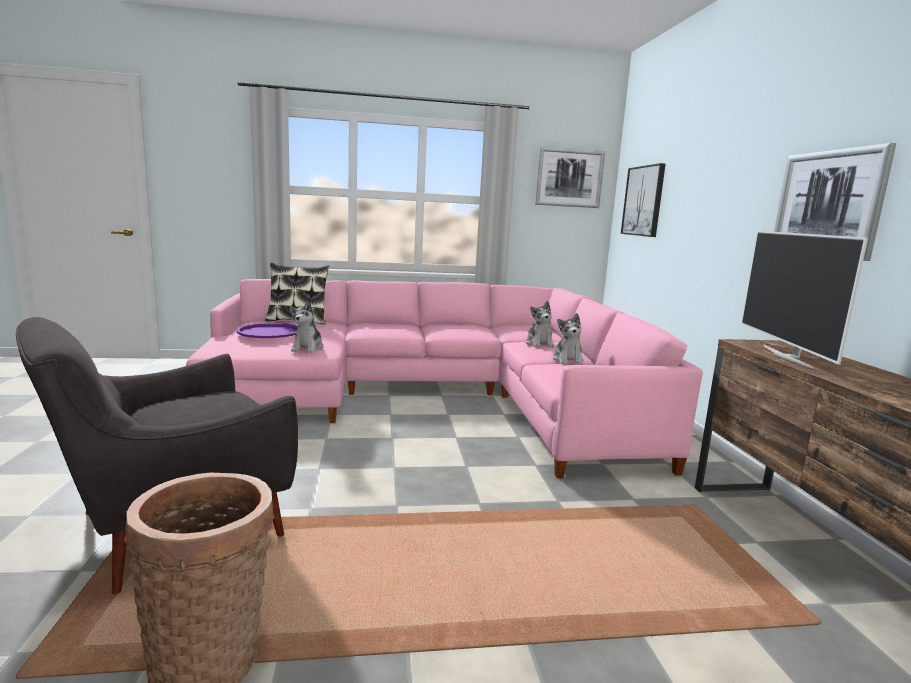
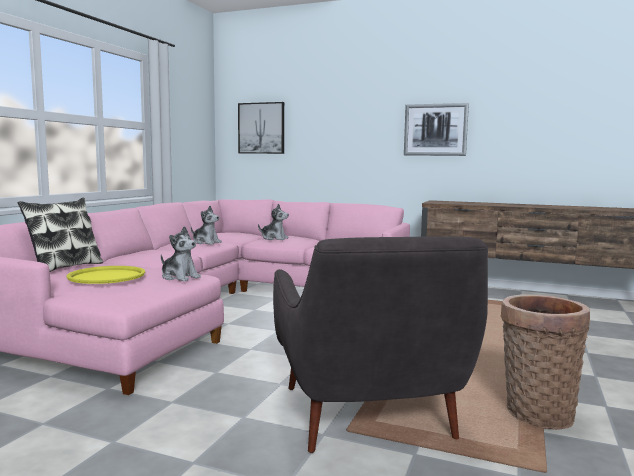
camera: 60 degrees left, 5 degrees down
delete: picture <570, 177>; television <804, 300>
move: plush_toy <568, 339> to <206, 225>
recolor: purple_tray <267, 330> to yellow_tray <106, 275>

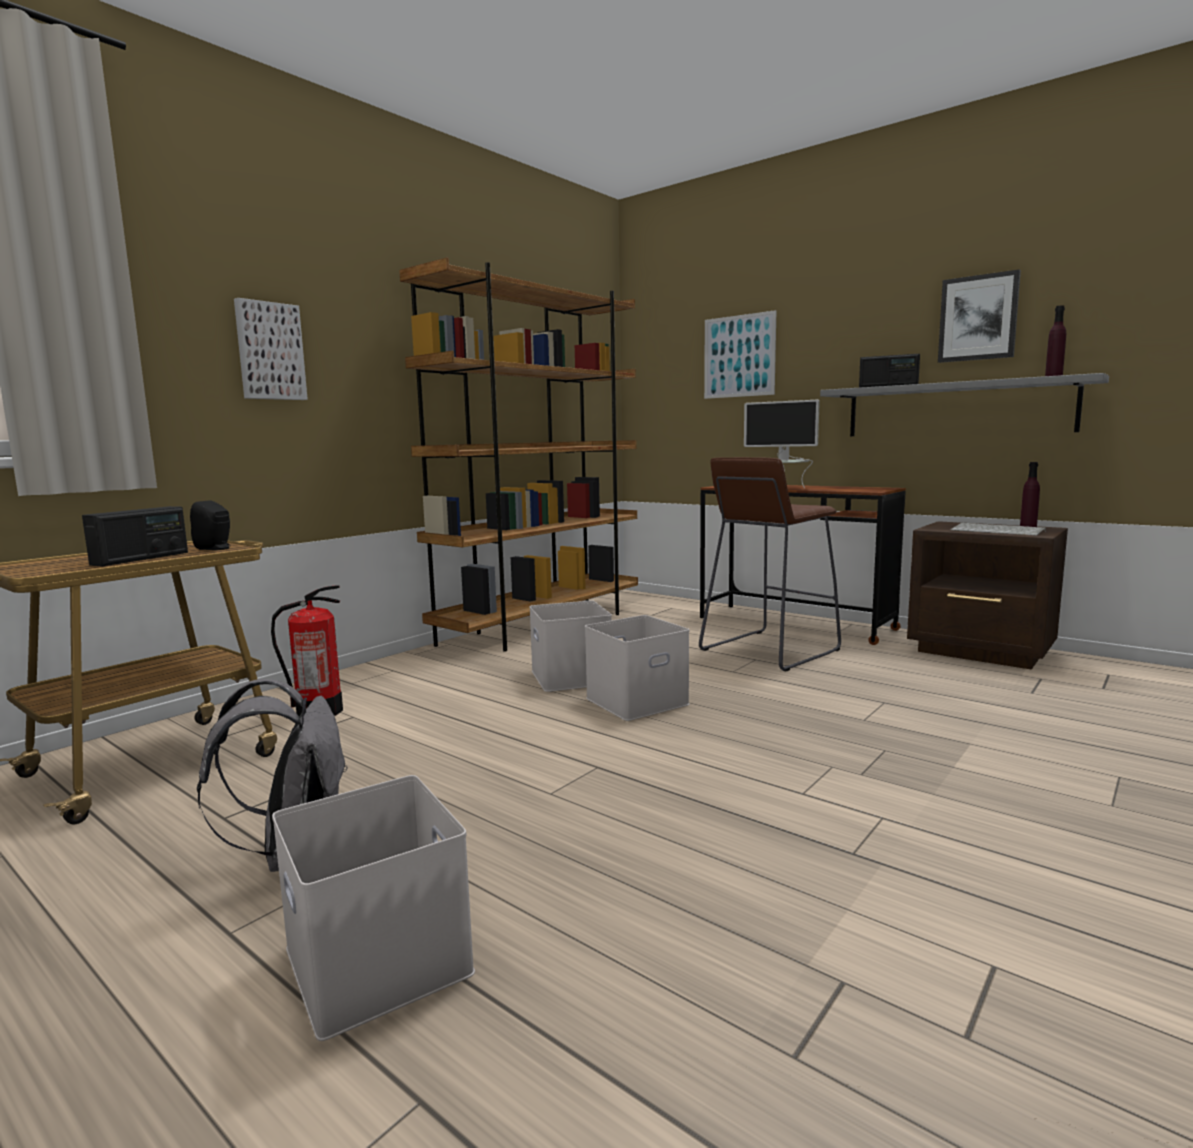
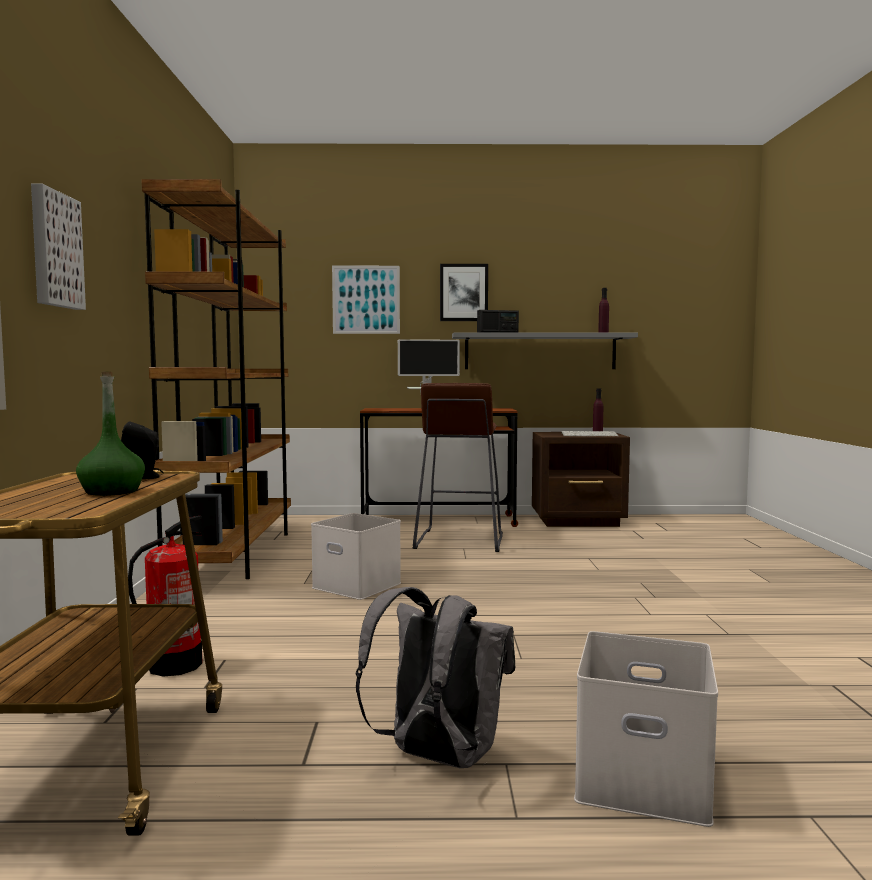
camera: 40 degrees left, 5 degrees down
delete: white_storage_box <637, 668>
move: picture <979, 316> to <464, 292>
replace: radio <135, 536> to green_bottle <110, 433>

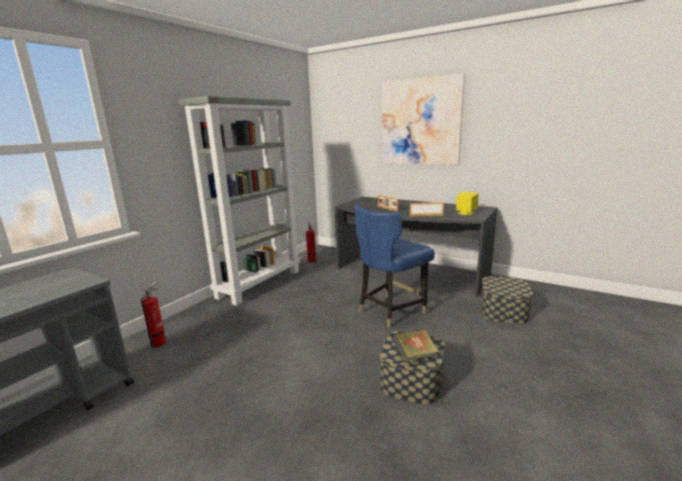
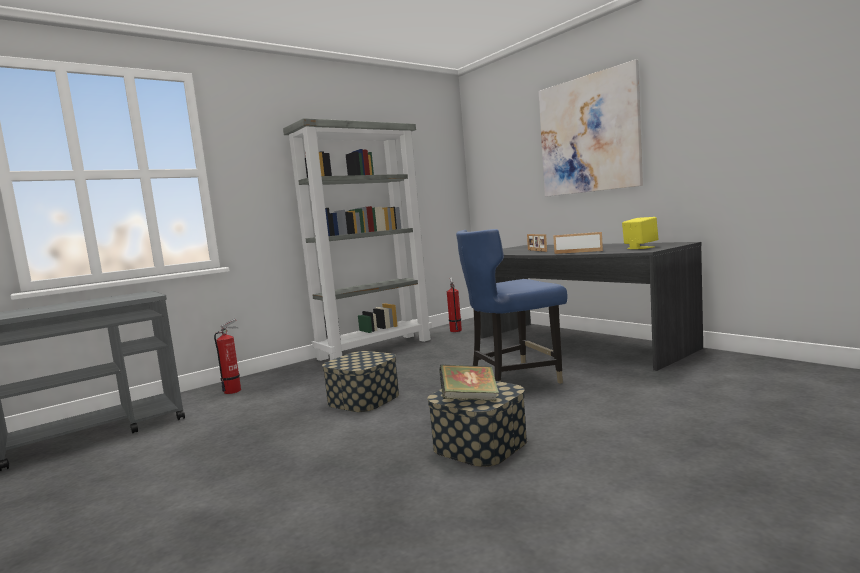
camera: 20 degrees right, 10 degrees down
move: storage_box <506, 300> to <360, 381>

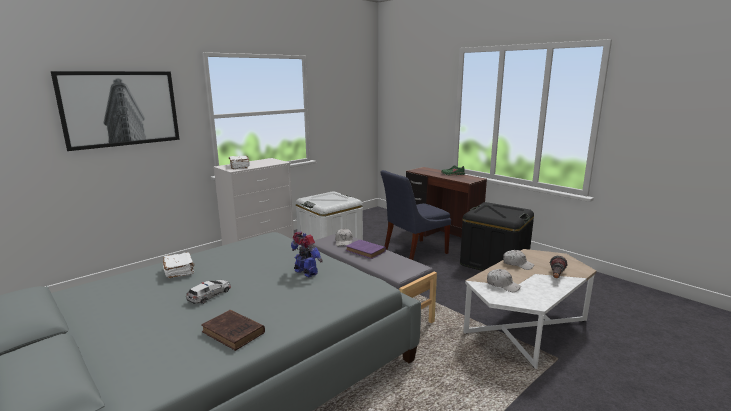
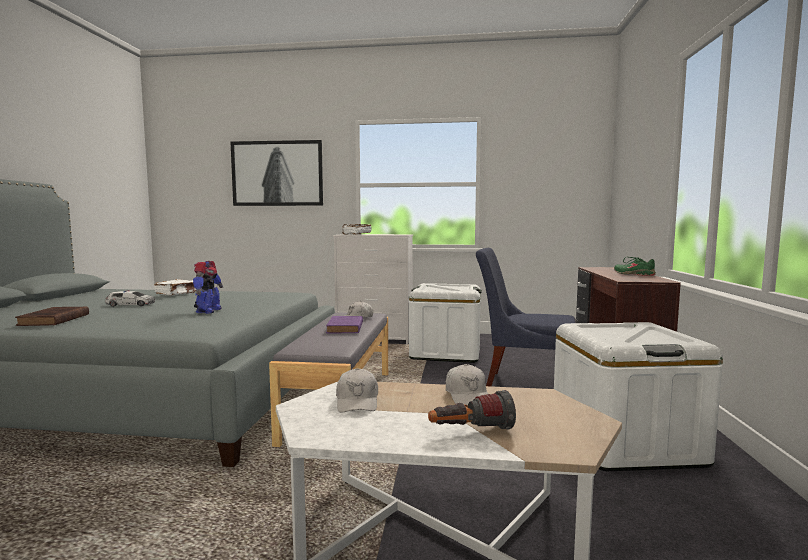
camera: 50 degrees right, 10 degrees down
recolor: black_storage_box <497, 236> to white_storage_box <638, 396>

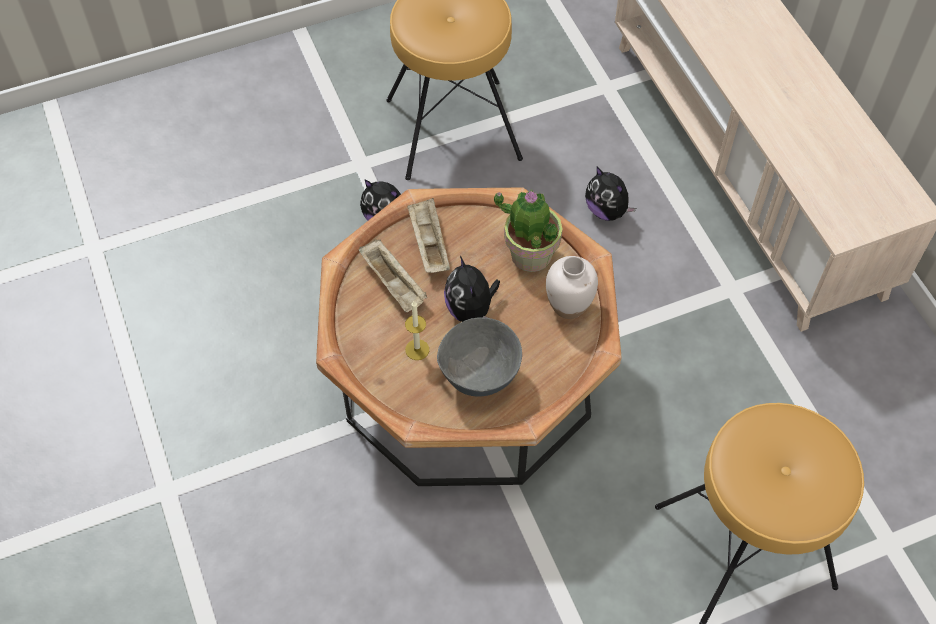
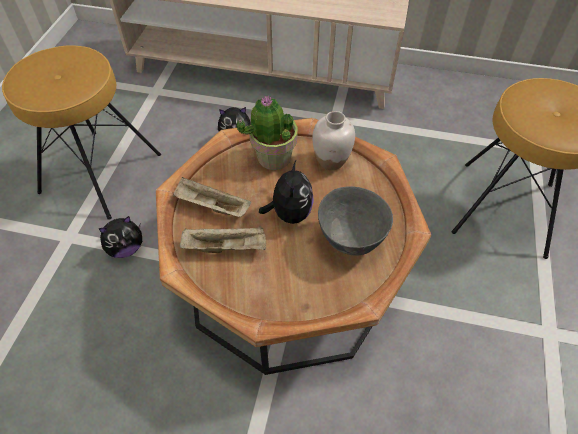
camera: 55 degrees left, 5 degrees down
delete: candle <417, 330>
rotate: plush_toy <472, 289> = <286, 192> 105 degrees counterclockwise

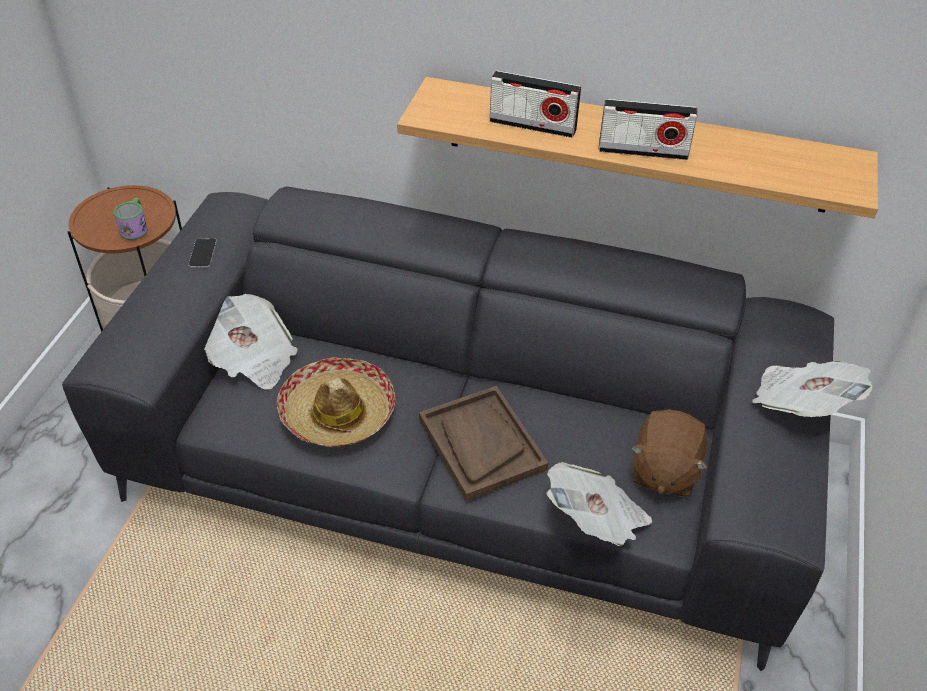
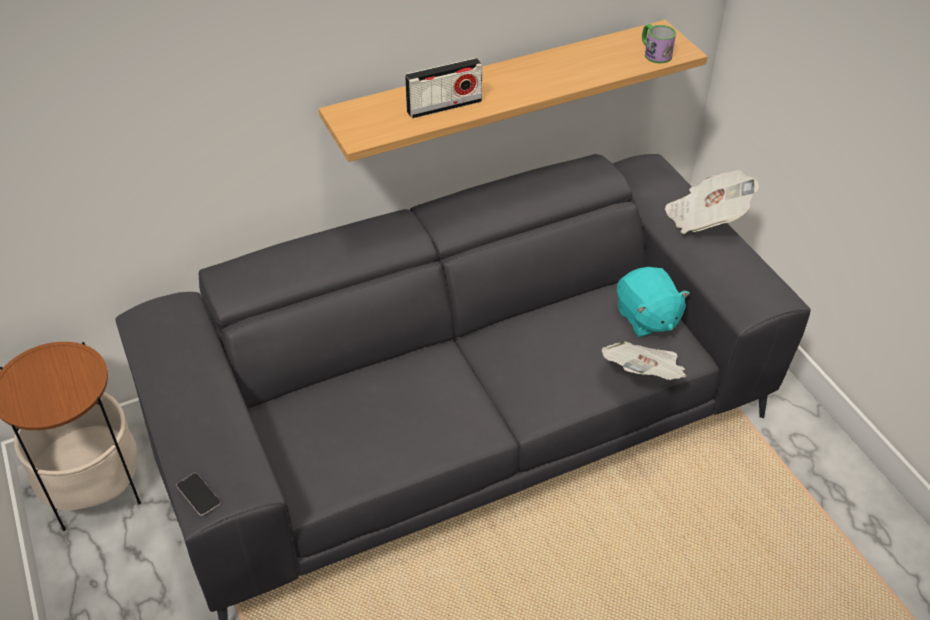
camera: 40 degrees left, 0 degrees up
delete: newspaper <251, 342>; hat <336, 402>; brown_tray <483, 443>; radio <648, 129>
move: mug <131, 219> to <659, 43>; phone <203, 253> to <199, 494>
recolor: brown_plush_toy <669, 453> to turquoise_plush_toy <653, 302>

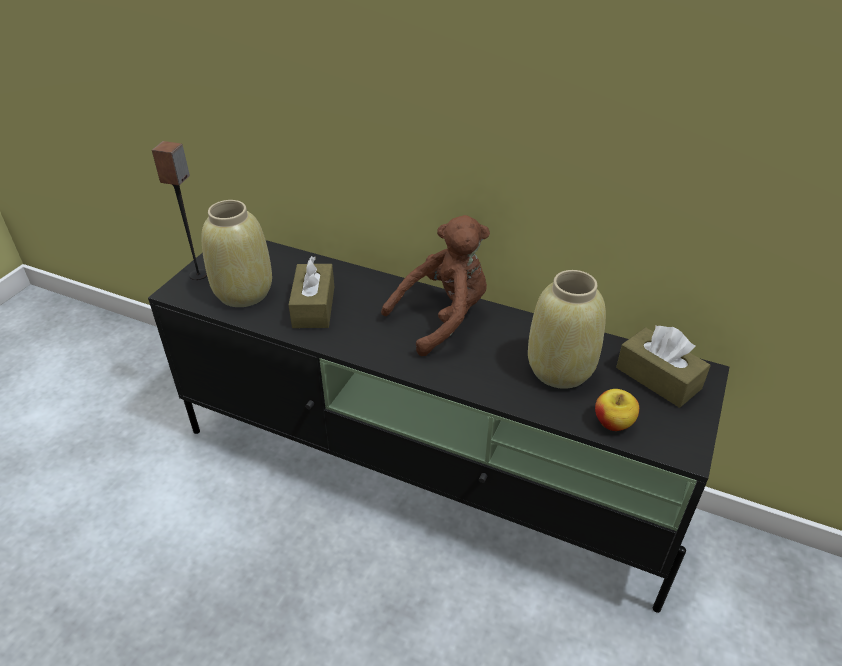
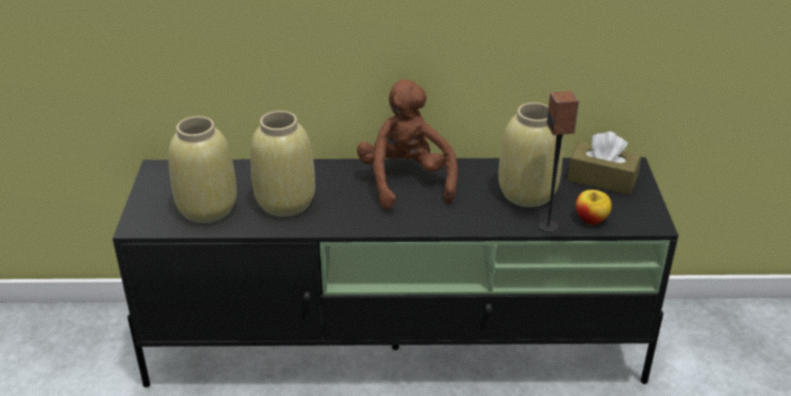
camera: 25 degrees left, 5 degrees down
move: speaker <179, 210> to <559, 162>
replace: brown_tissue_box <311, 292> to beige_vase <282, 164>
rotate: brown_plush_toy <435, 285> = <407, 144> 45 degrees counterclockwise

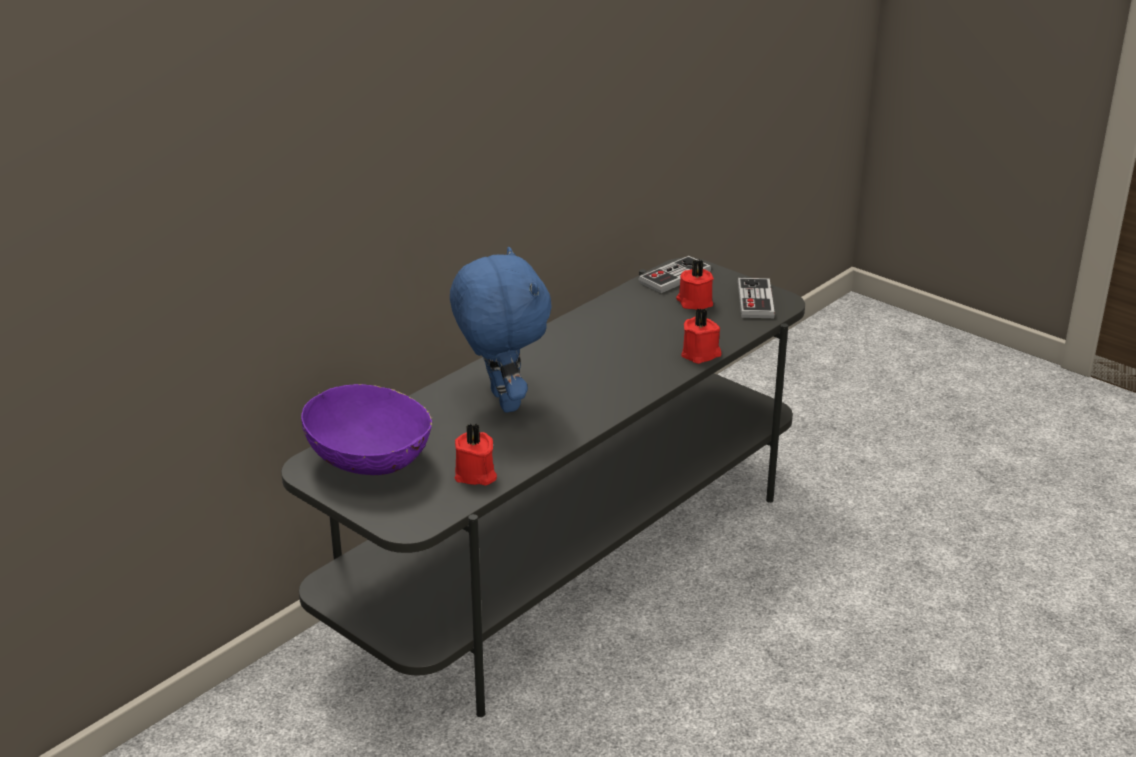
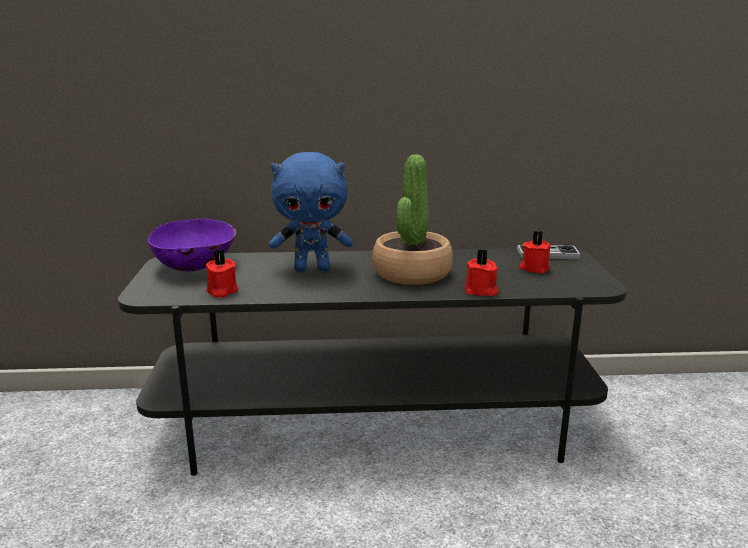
camera: 45 degrees right, 10 degrees down
delete: game_controller <756, 298>
insert: potted_plant <412, 220>
rotate: blue_plush_toy <501, 330> = <311, 212> 60 degrees clockwise

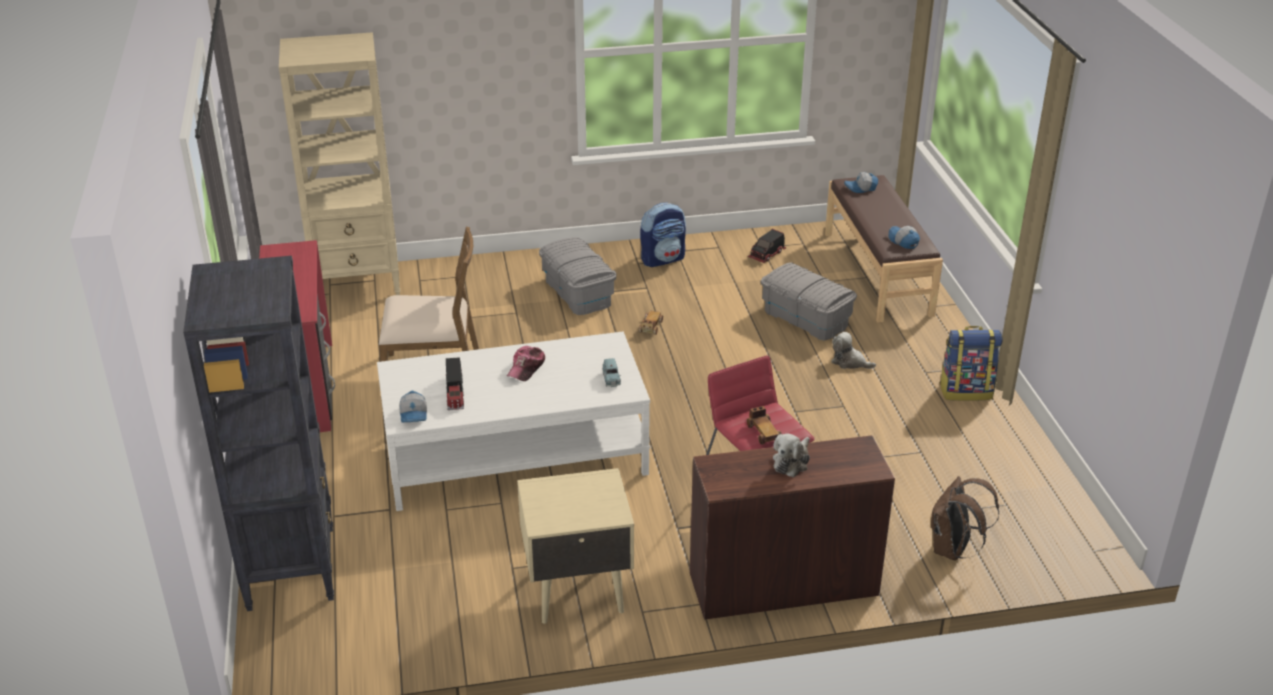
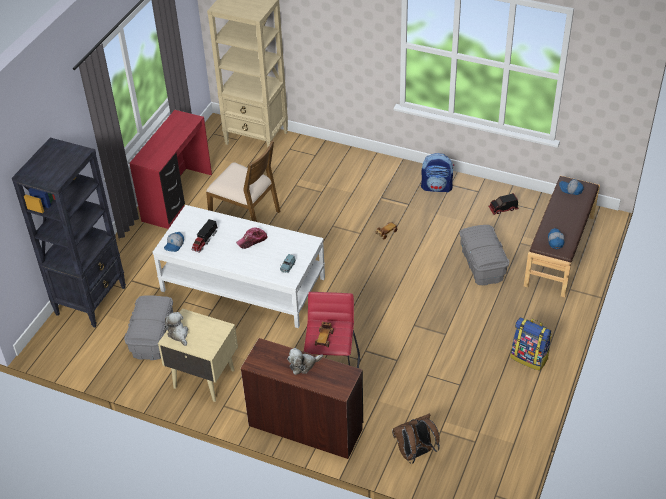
camera: 35 degrees right, 10 degrees up
move: grey_storage_box <577, 276> to <148, 327>; plush_toy <853, 350> to <176, 329>

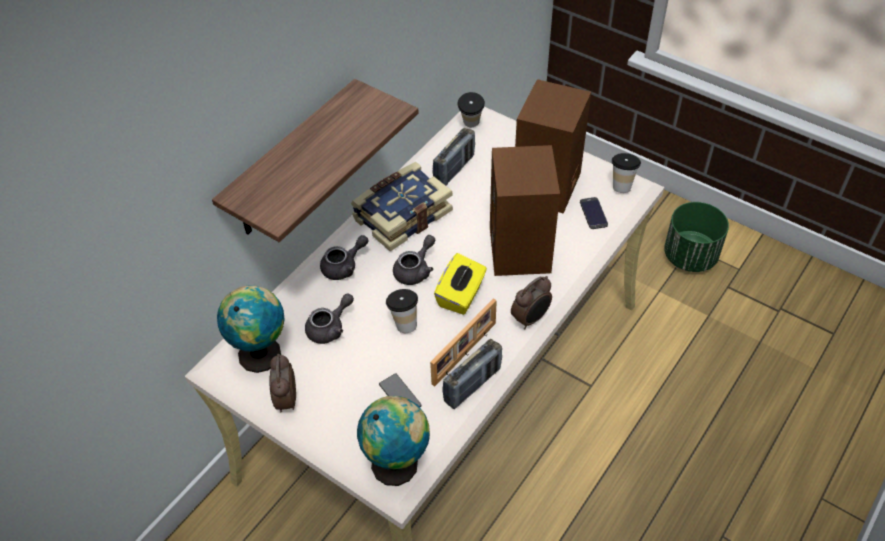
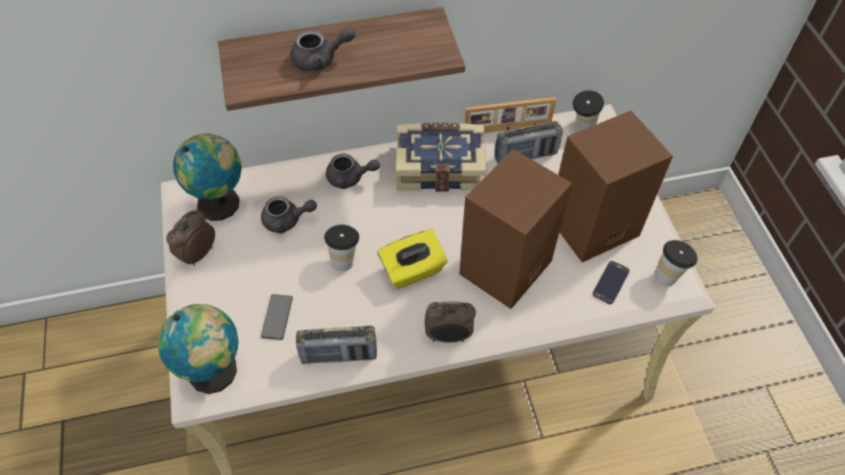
camera: 40 degrees right, 5 degrees up
delete: green_planter <696, 237>
move: grey_teapot <414, 260> to <323, 49>; picture_frame <463, 342> to <510, 115>

